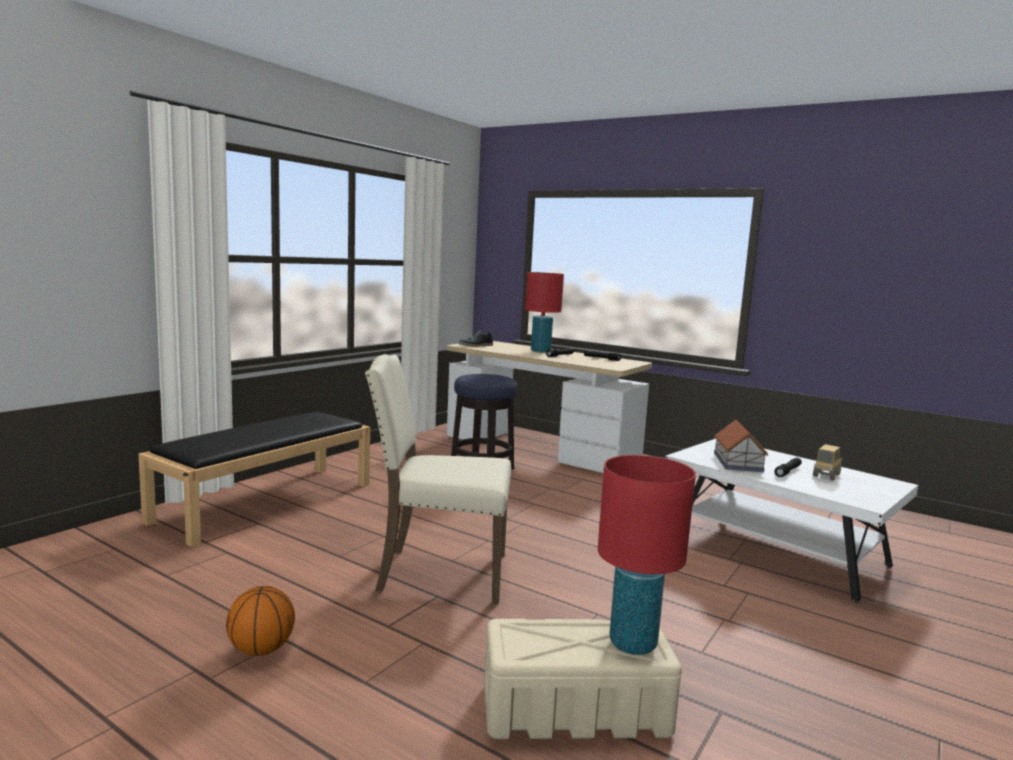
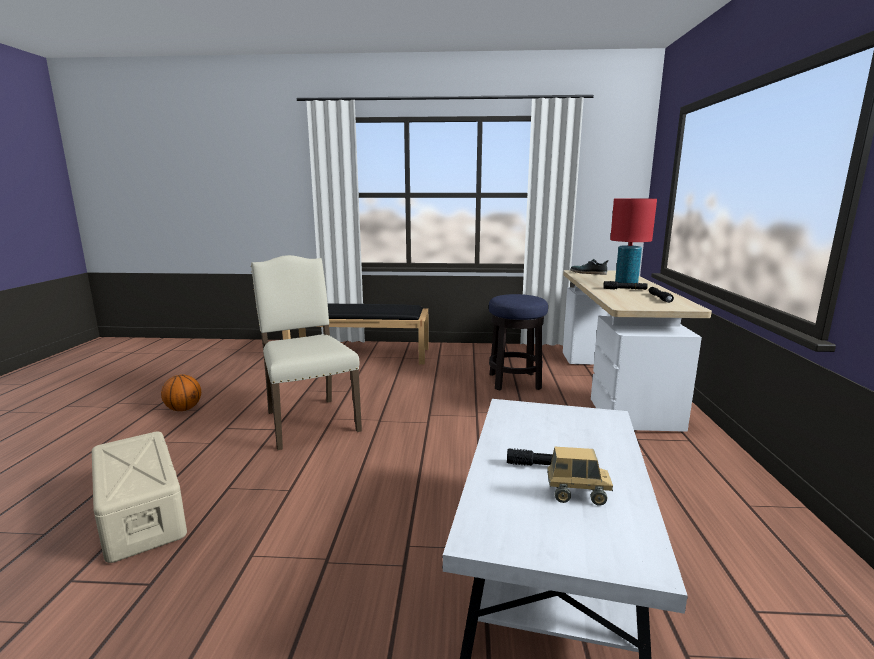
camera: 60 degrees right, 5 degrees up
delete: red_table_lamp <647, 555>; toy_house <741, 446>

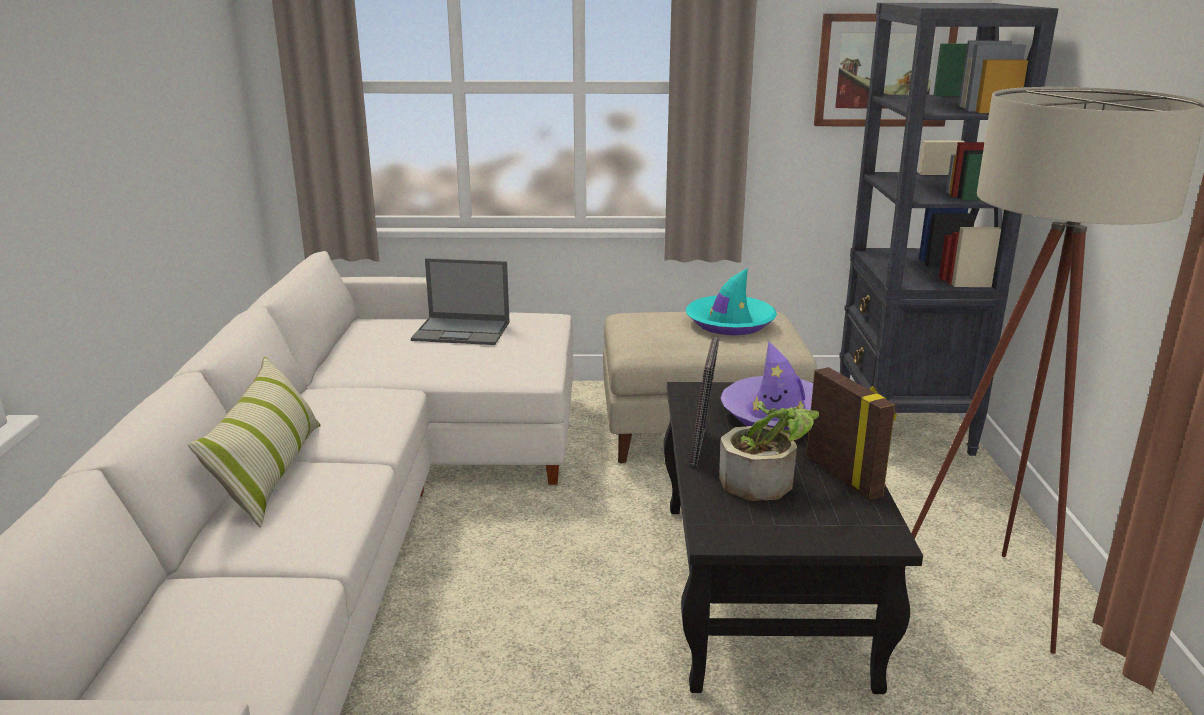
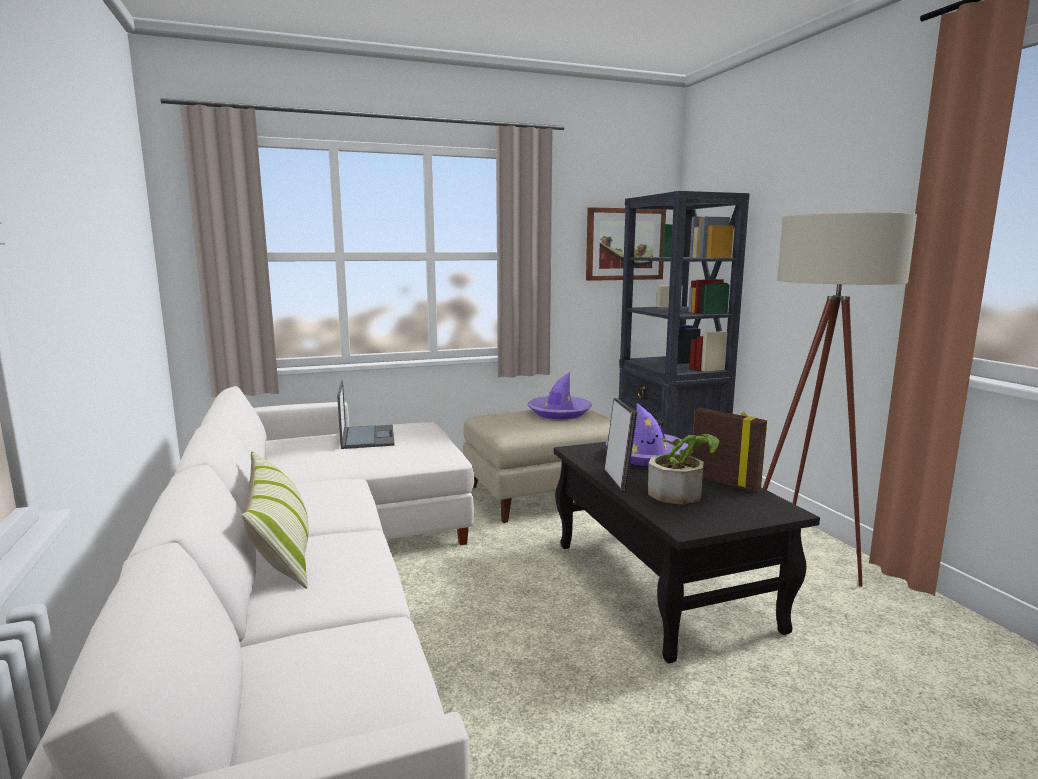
camera: 20 degrees left, 10 degrees down
recolor: turquoise_hat <731, 301> to purple_hat <560, 395>
rotate: laptop <460, 301> = <366, 415> 90 degrees counterclockwise

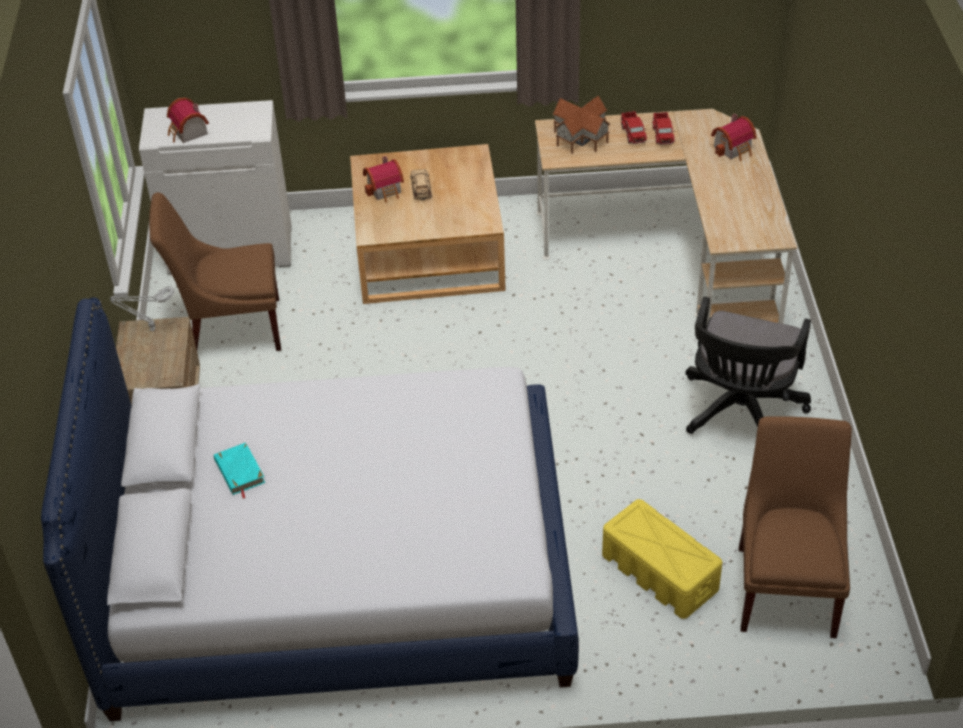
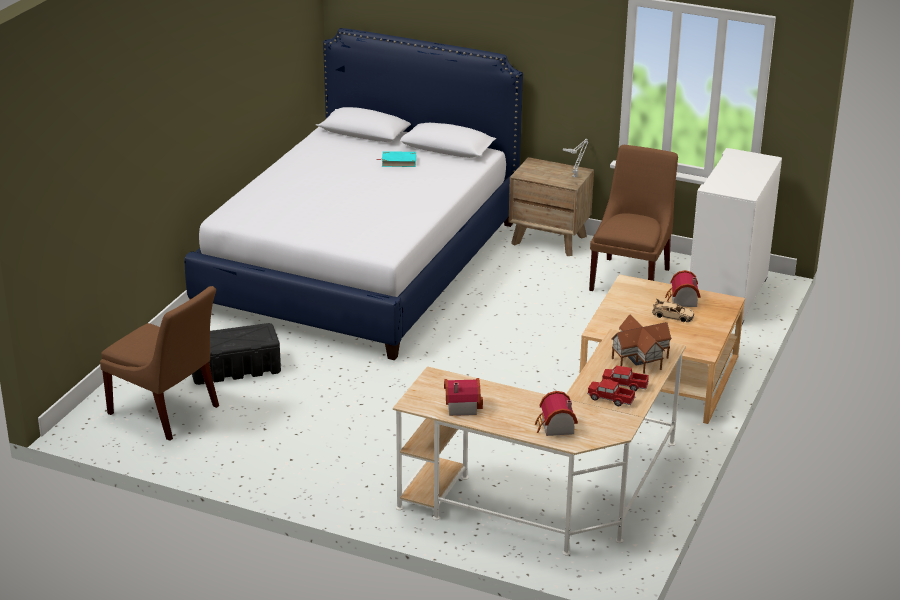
camera: 115 degrees right, 15 degrees down
delete: black_office_chair <748, 365>
move: toy_house <188, 120> to <463, 397>
recolor: yellow_storage_box <662, 559> to black_storage_box <236, 354>

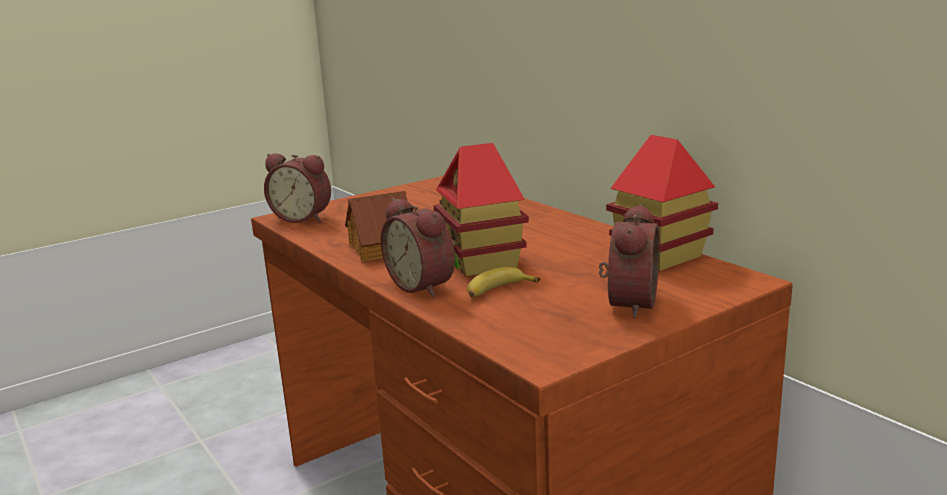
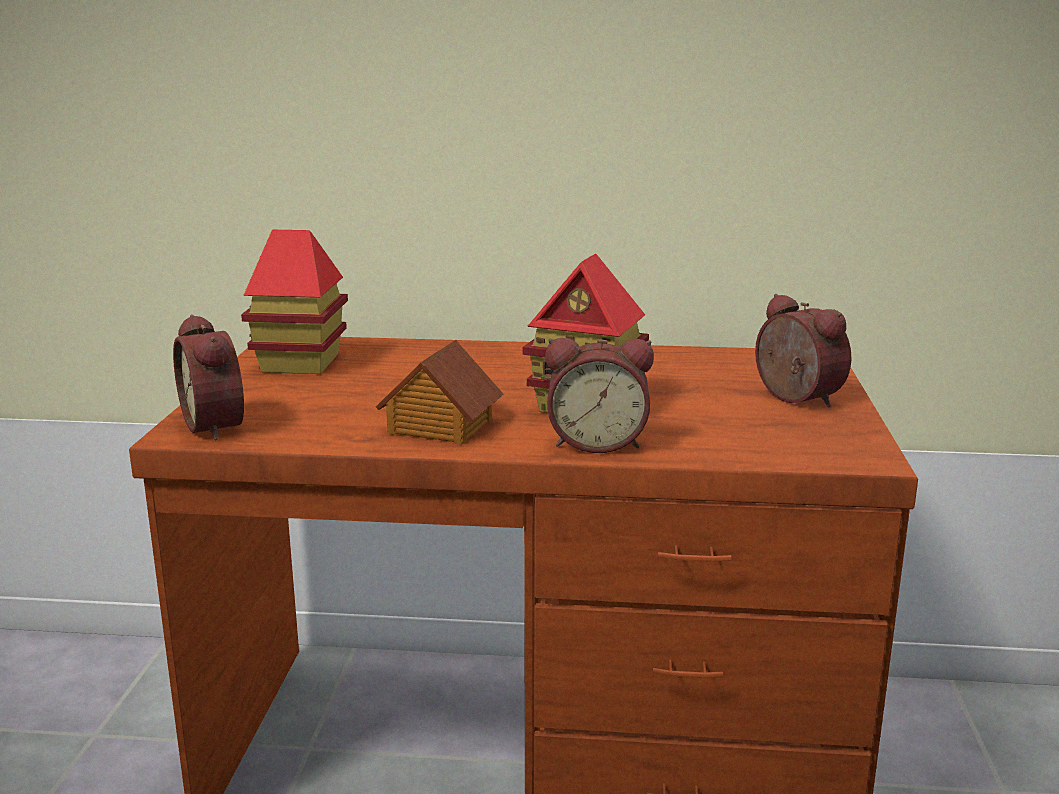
camera: 50 degrees left, 0 degrees up
delete: banana <503, 282>
move: toy_house <662, 203> to <294, 302>
rotate: alarm_clock <297, 188> = <208, 377> 90 degrees clockwise

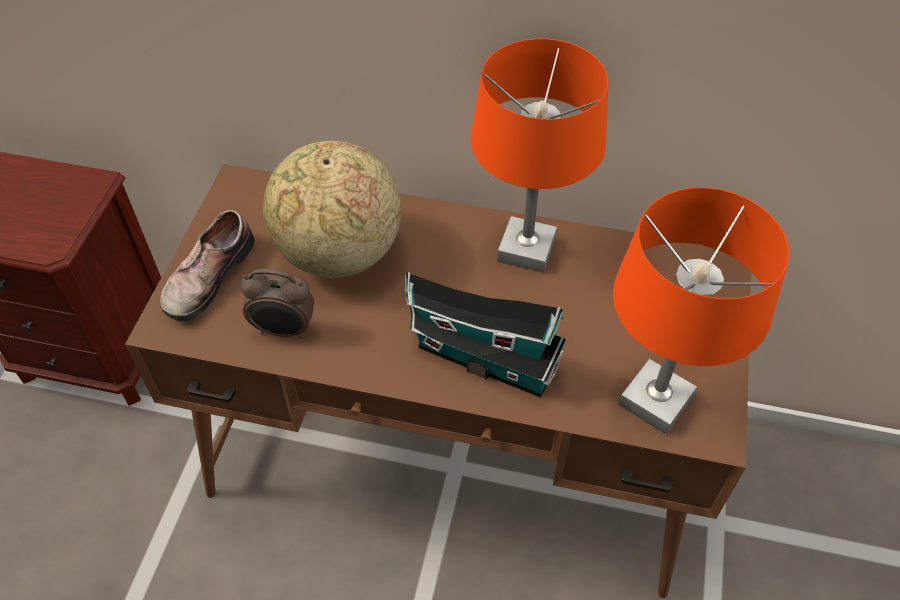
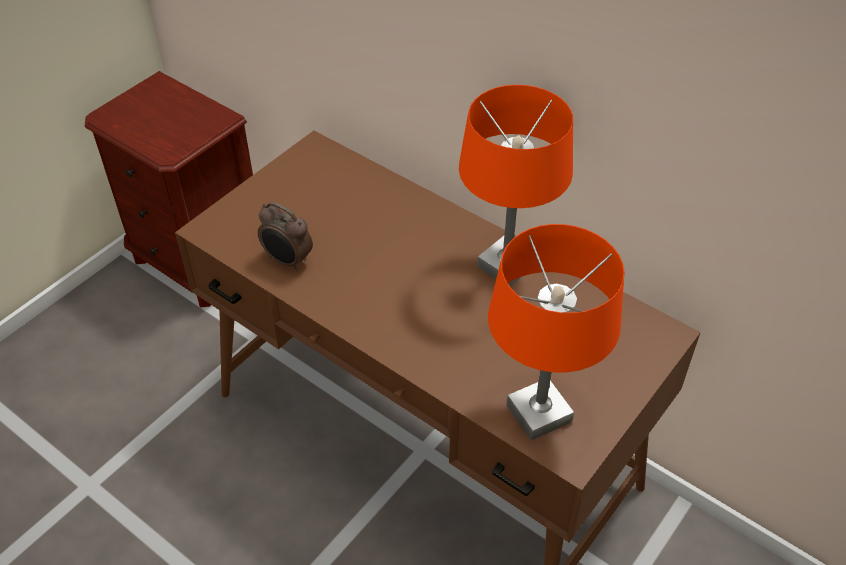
camera: 25 degrees right, 5 degrees down
delete: shoe <207, 266>; globe <332, 209>; toy_house <485, 335>

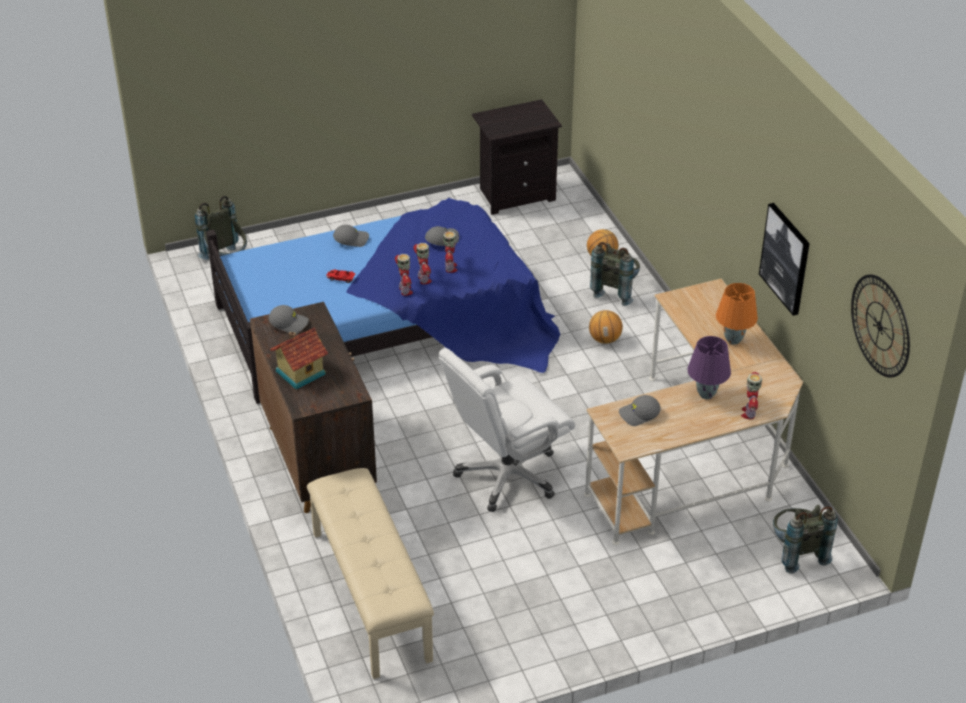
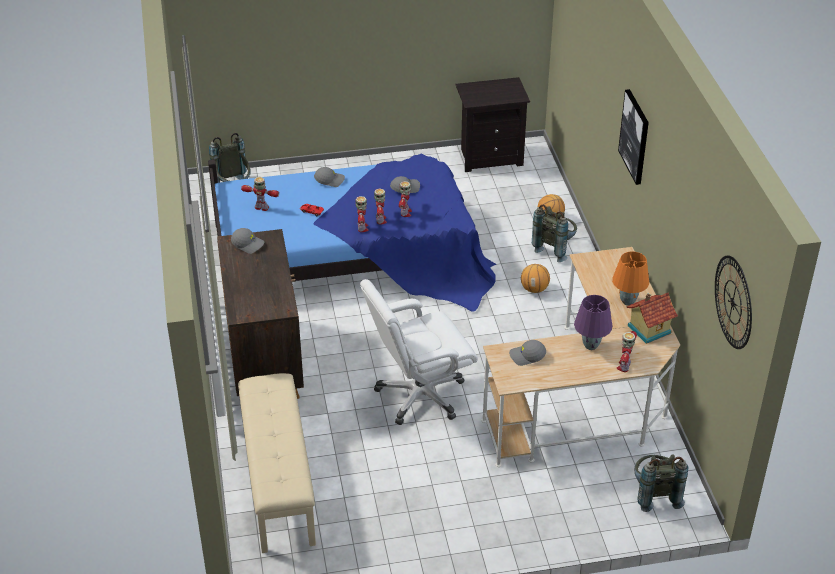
camera: 10 degrees right, 0 degrees up
insert: toy_robot <260, 194>
move: toy_house <298, 358> to <652, 318>; picture <784, 259> to <633, 137>

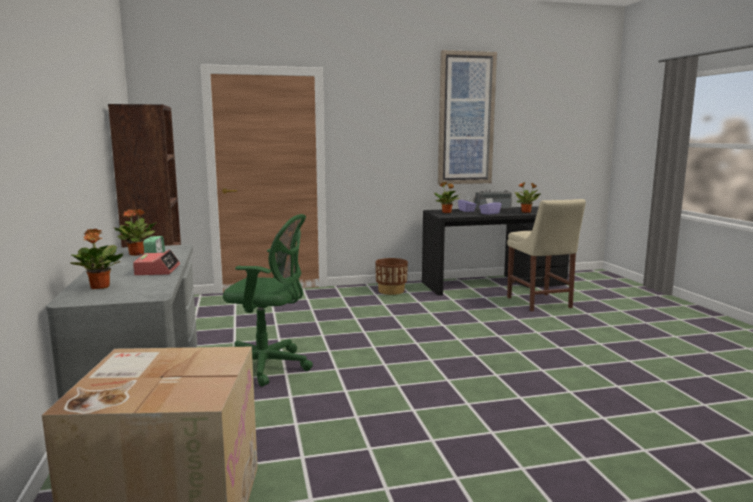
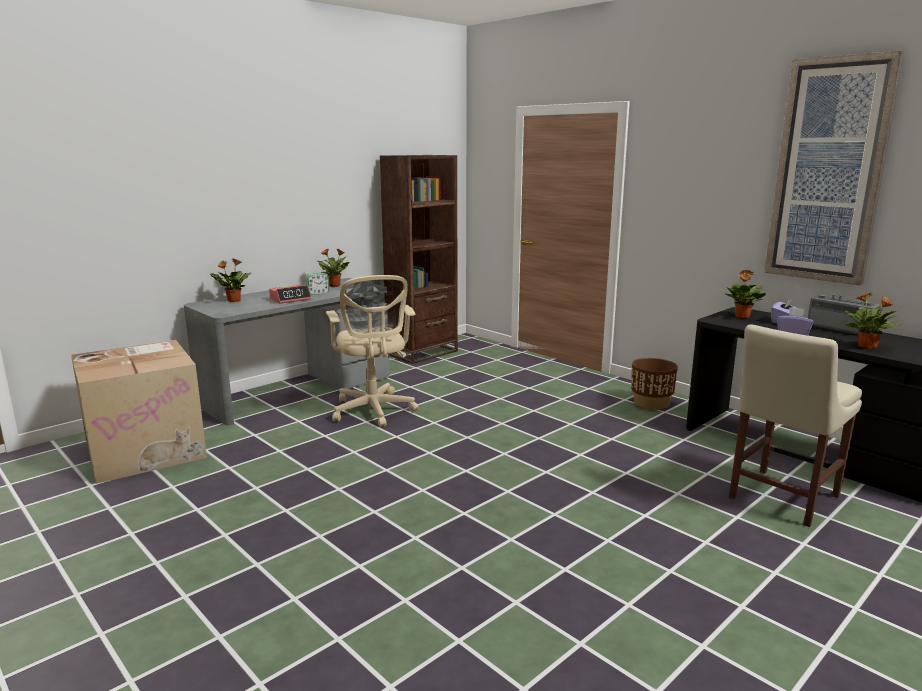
camera: 60 degrees right, 5 degrees up
recolor: green_office_chair <268, 300> to beige_office_chair <372, 351>

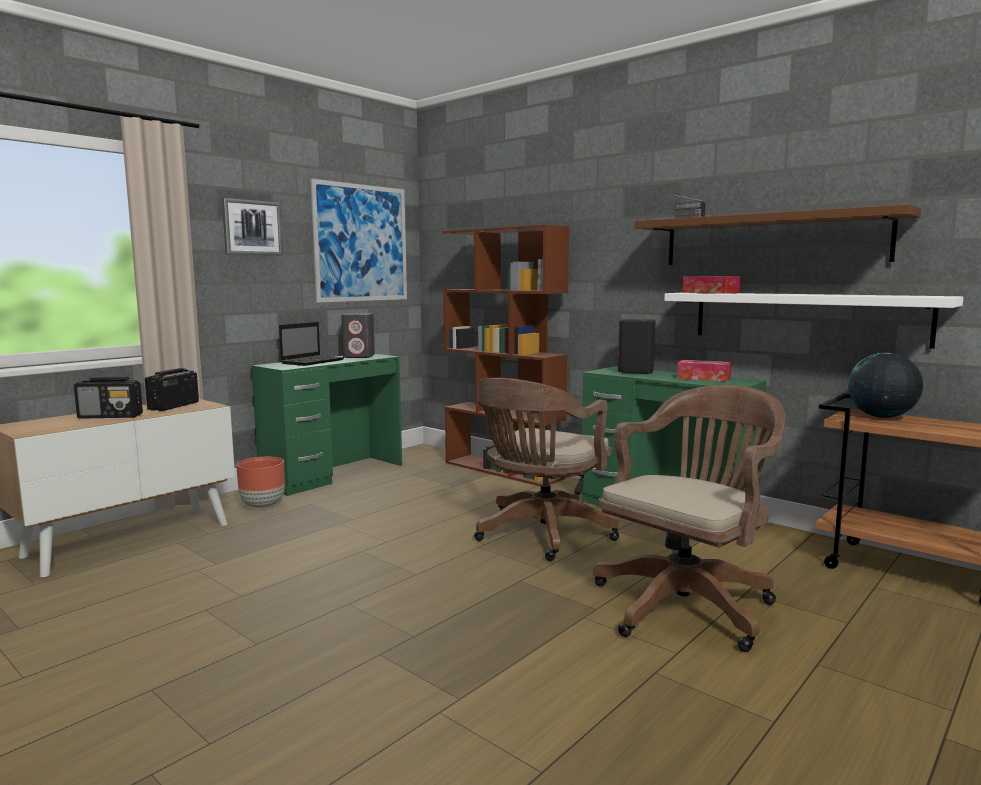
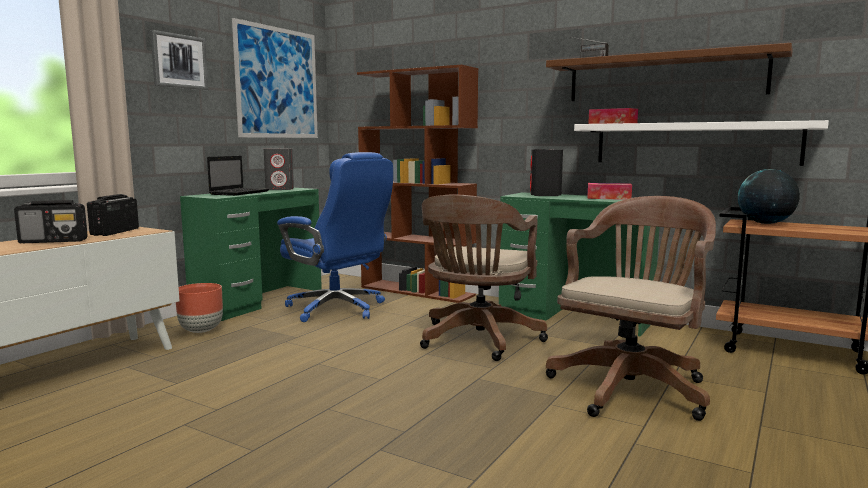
camera: 10 degrees left, 0 degrees up
insert: blue_office_chair <335, 237>

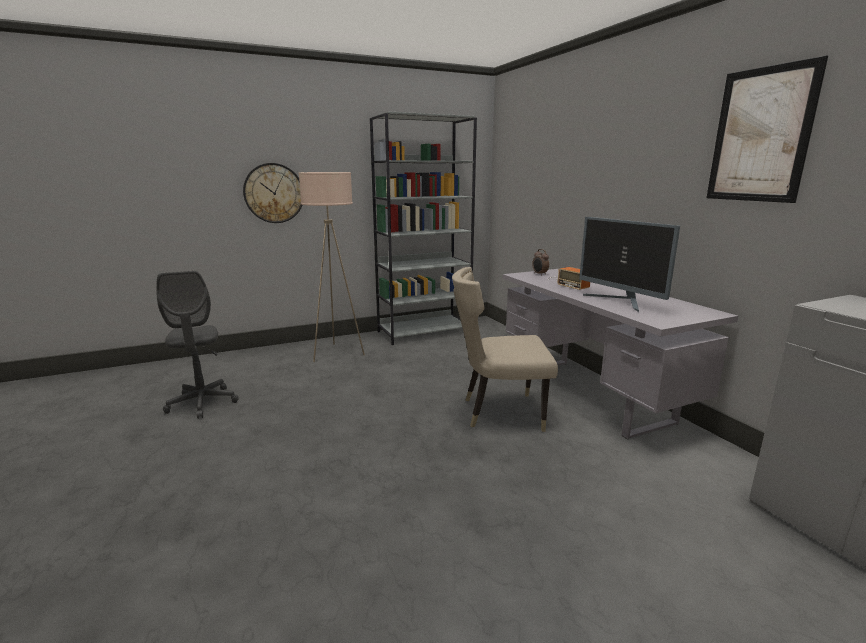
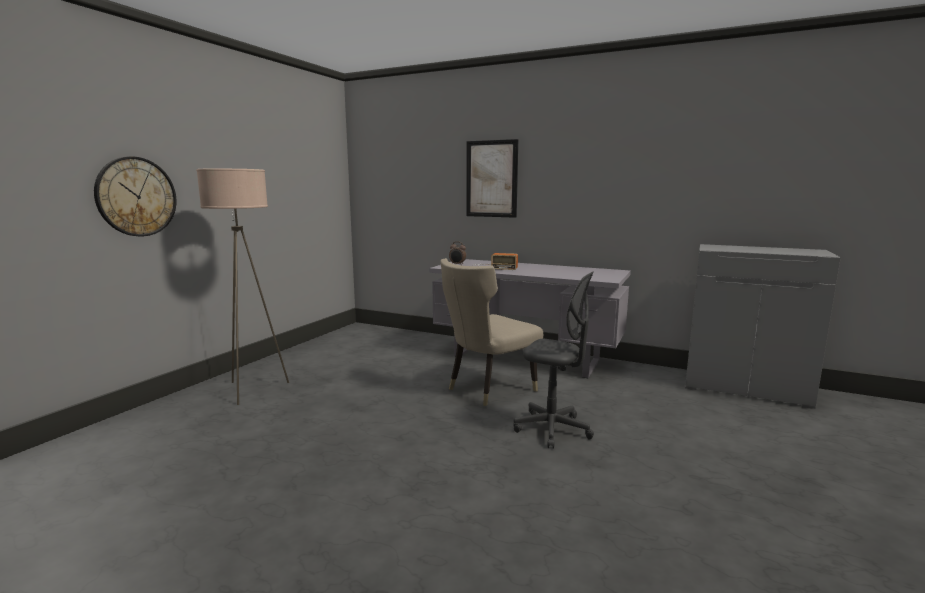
camera: 40 degrees left, 5 degrees down
delete: grey_bookcase <423, 228>; monitor <629, 264>
move: grey_office_chair <197, 345> to <554, 360>; picture <767, 129> to <492, 178>

